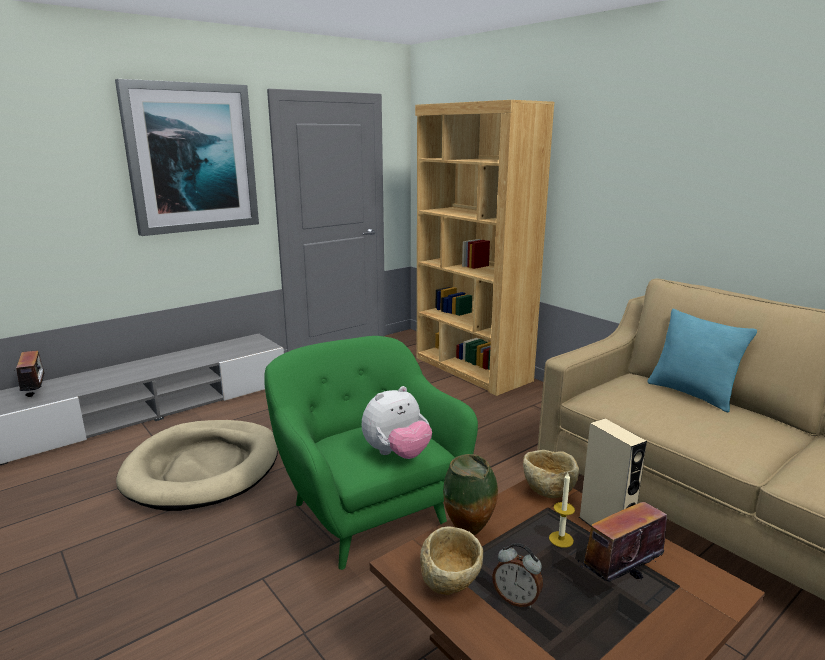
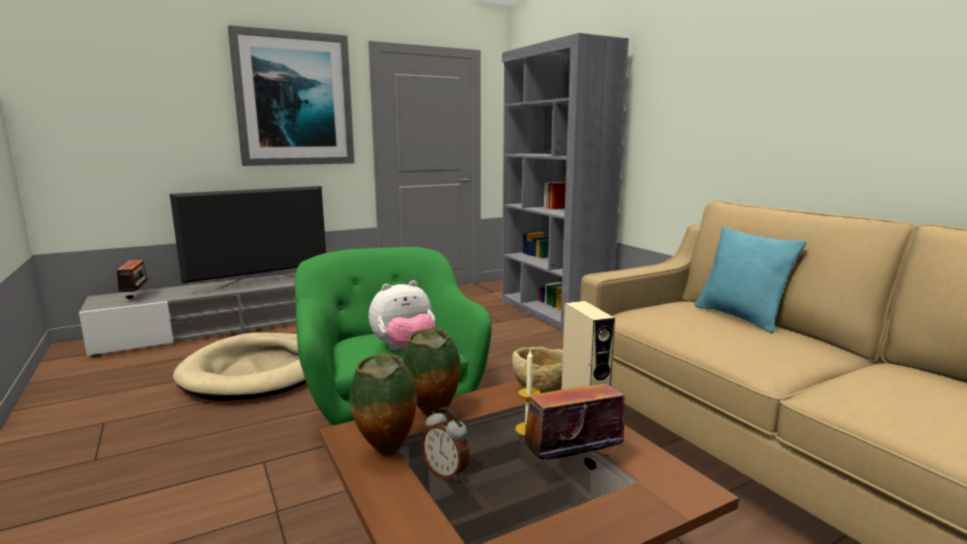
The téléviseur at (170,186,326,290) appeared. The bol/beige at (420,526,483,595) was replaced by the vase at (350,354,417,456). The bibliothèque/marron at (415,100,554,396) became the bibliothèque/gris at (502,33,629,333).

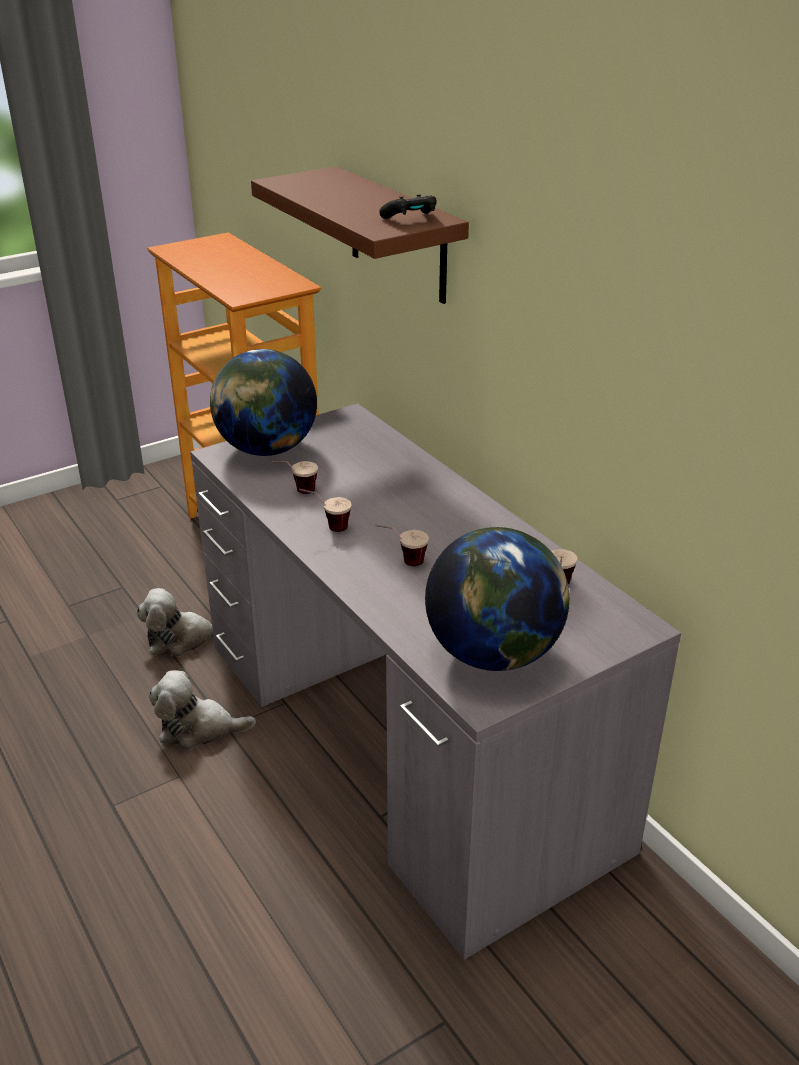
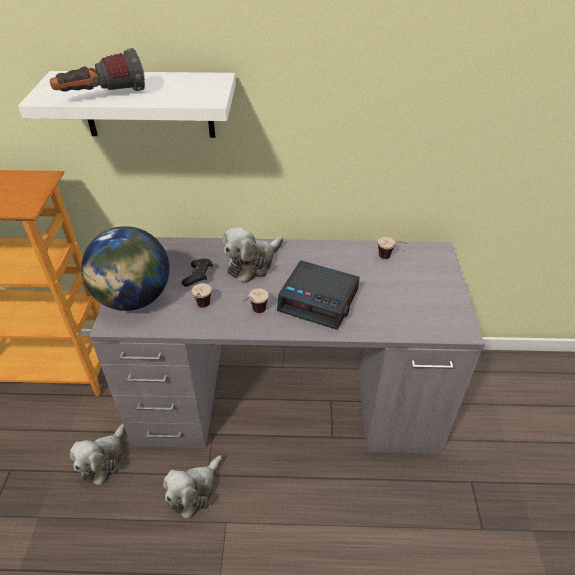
The étagère/marron at (251,166,469,304) became the étagère/blanc at (18,71,236,138). The lampe de poche at (50,48,145,92) appeared. The manette/noir moved from (379,194,437,219) to (182,259,213,287). The peluche at (223,227,283,283) appeared. The tasse at (375,525,429,566) was replaced by the réveil at (277,260,360,330). The globe at (425,527,569,671) disappeared.

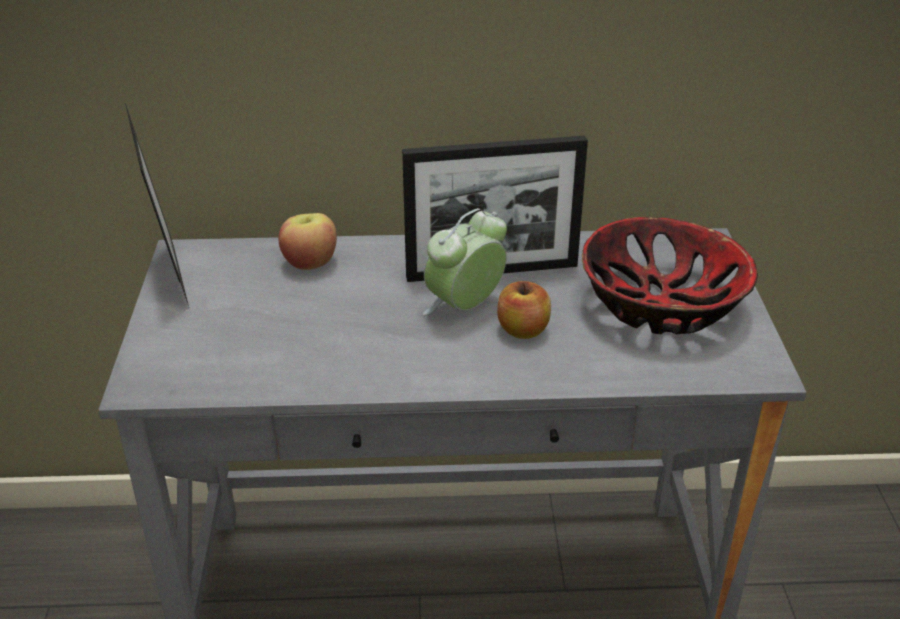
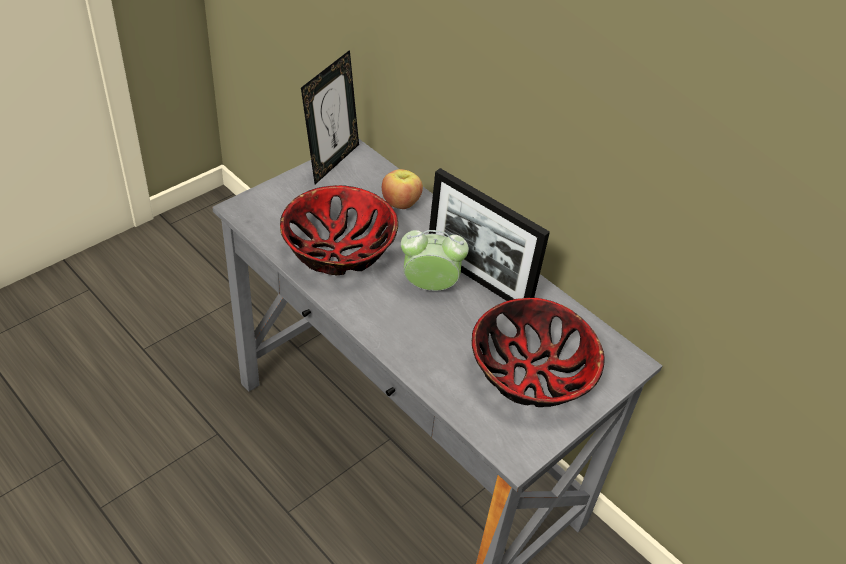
The bol at (280,185,398,275) appeared. The pomme at (497,281,551,339) disappeared.

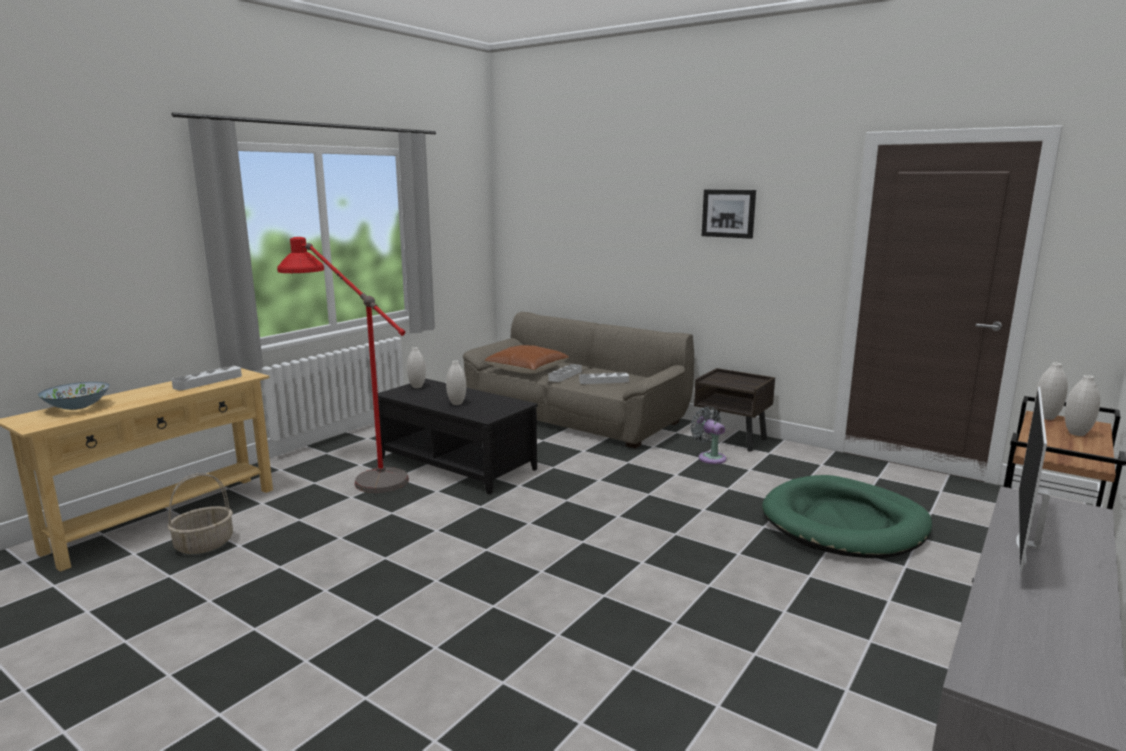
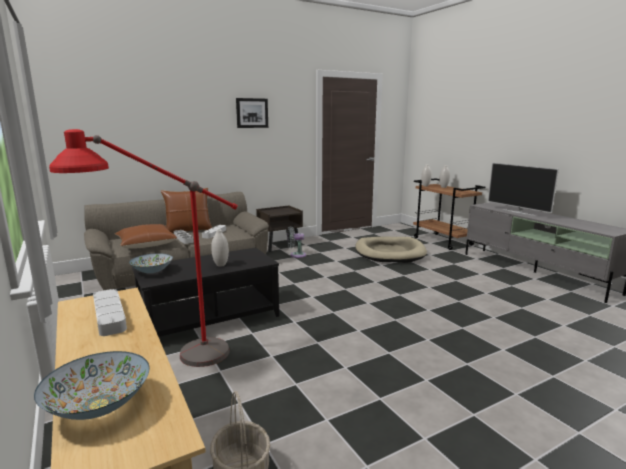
The vase/blanc at (407,347,426,388) was replaced by the bol at (129,253,173,274). The coussin/marron at (161,188,212,233) appeared. The panier pour chien/vert at (762,475,932,558) became the panier pour chien/beige at (355,237,427,263).

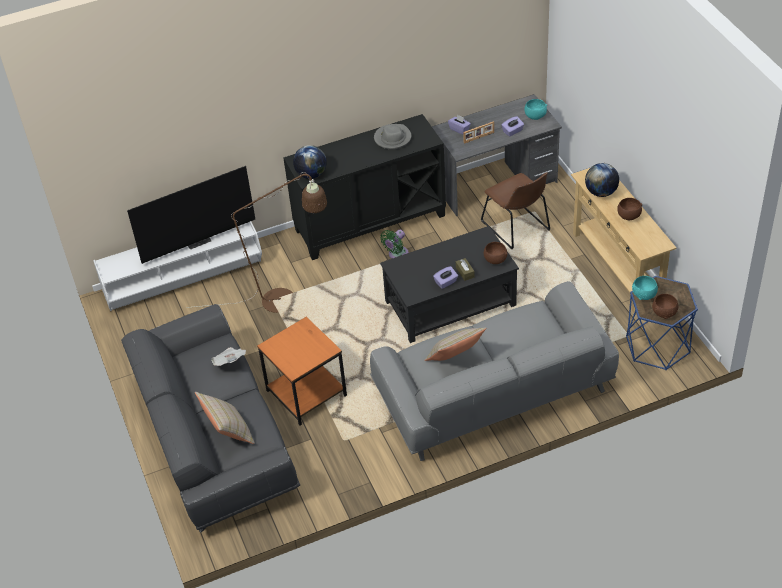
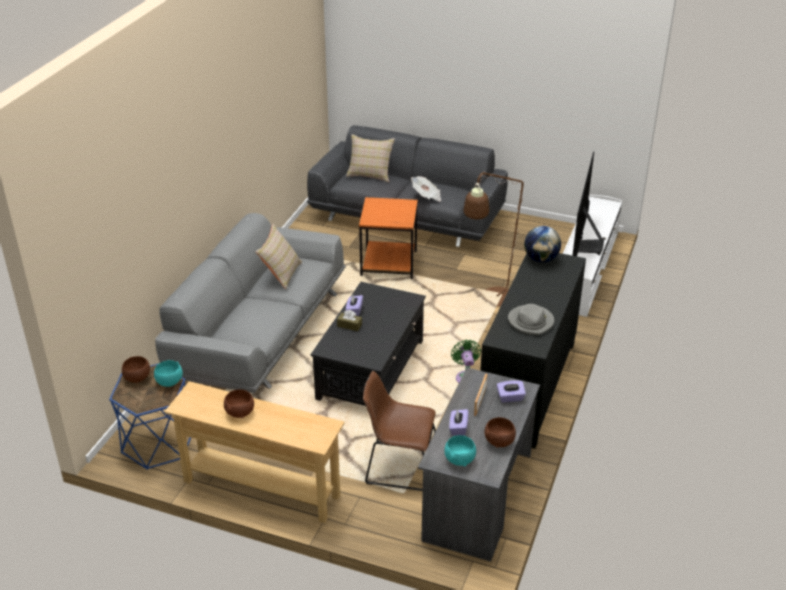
The bol/marron moved from (484,242,507,264) to (484,417,516,448). The globe at (585,163,619,197) disappeared.

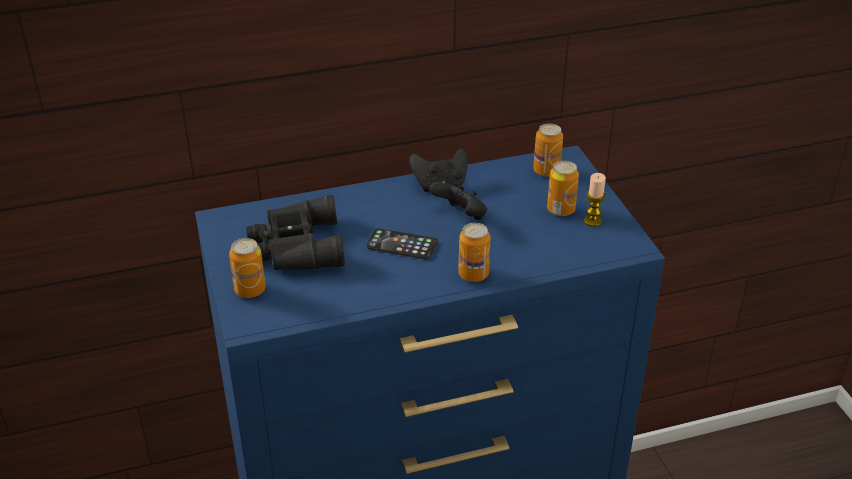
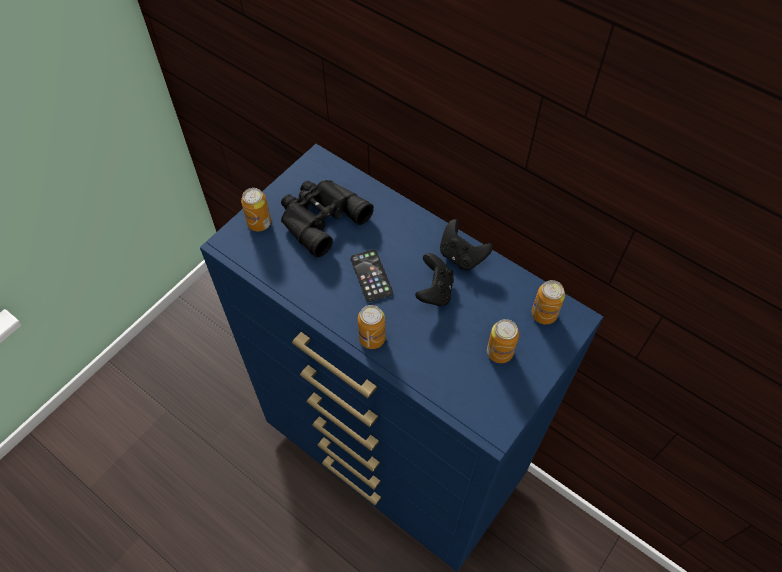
The bougie at (584,173,606,227) disappeared.

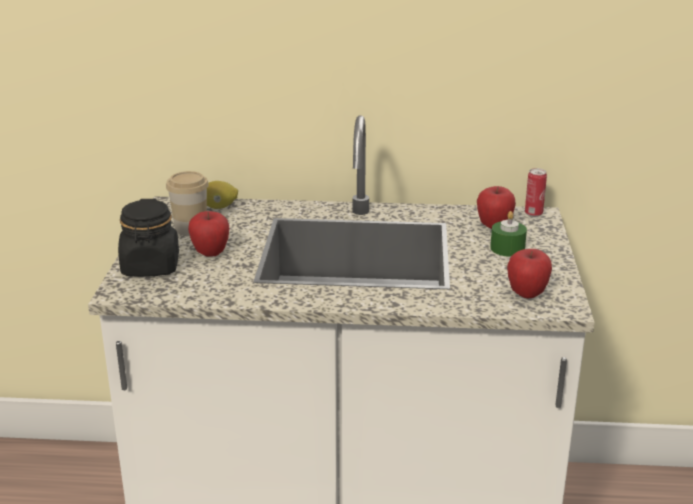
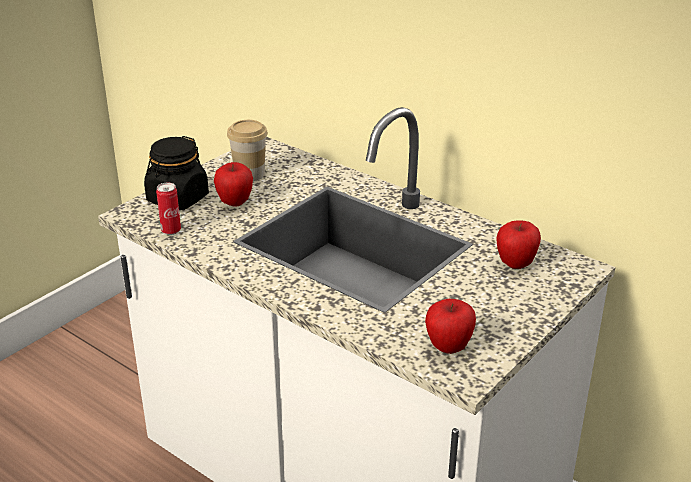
The boîte métallique moved from (525,168,547,217) to (156,183,181,235). The citron at (207,181,238,209) disappeared. The bougie/vert at (490,211,527,257) disappeared.

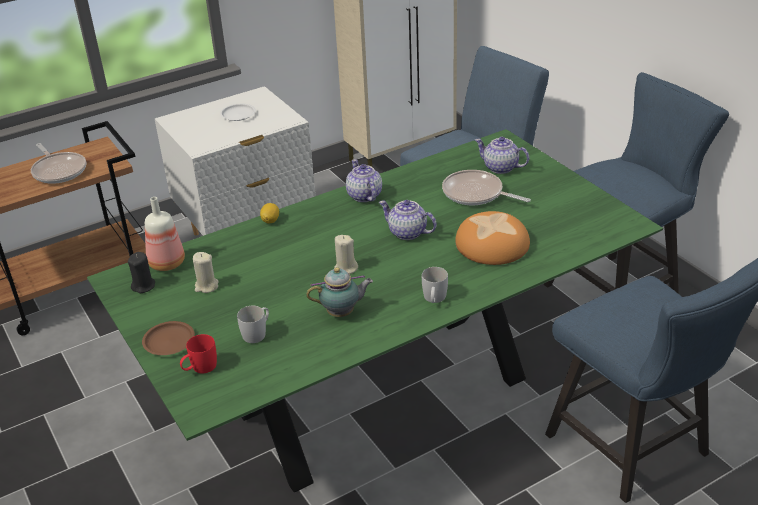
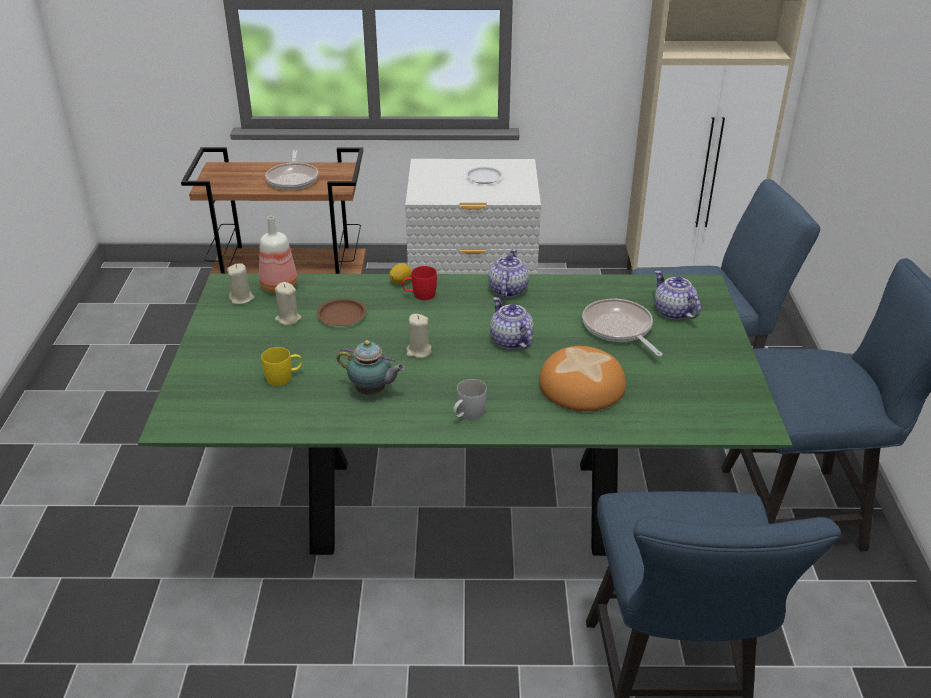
The bougie/noir at (128,252,155,293) became the bougie/beige at (227,263,254,304). The mug/blanc at (237,306,269,343) became the mug/jaune at (261,347,302,386). The assiette/marron moved from (142,321,195,355) to (317,299,366,326). The mug/rouge moved from (180,334,217,373) to (402,266,437,300).

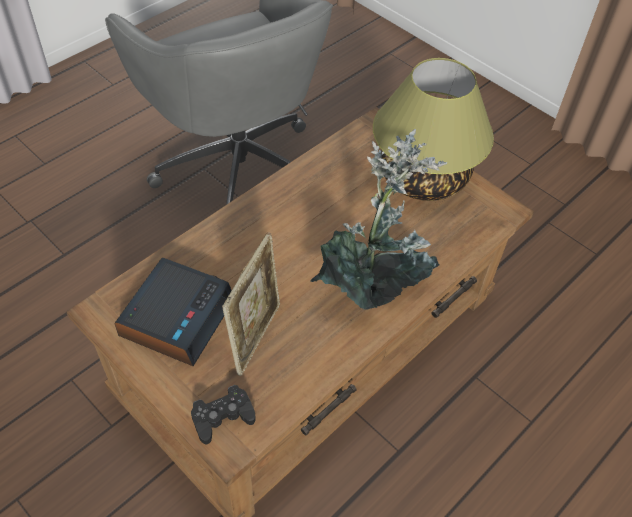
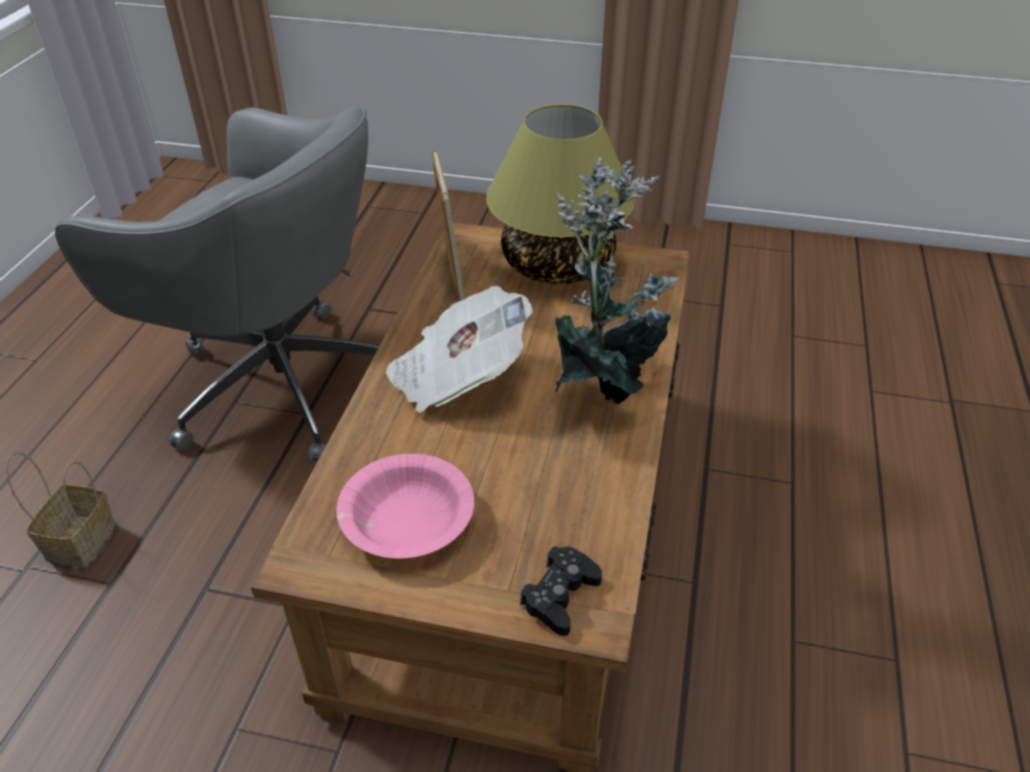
The panier at (6,452,116,568) appeared. The réveil at (114,258,232,366) was replaced by the bol/rose at (336,454,474,558). The journal at (386,286,533,413) appeared. The cadre photo moved from (222,232,280,376) to (432,150,465,301).

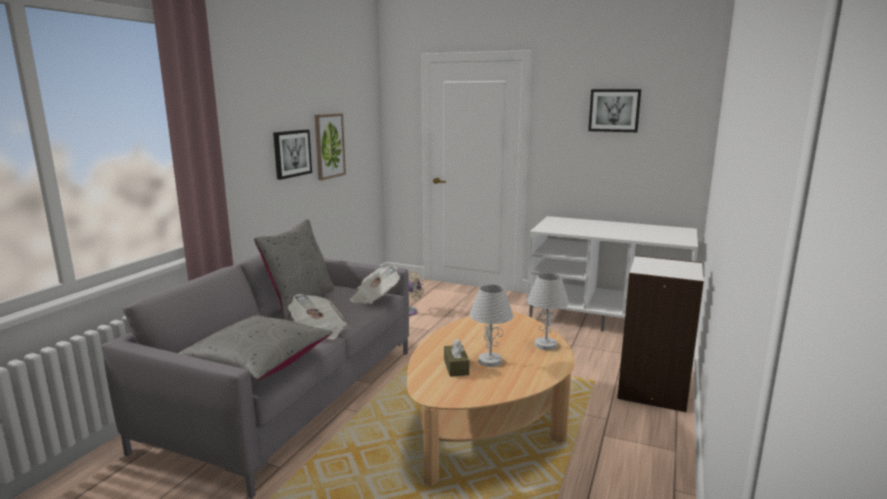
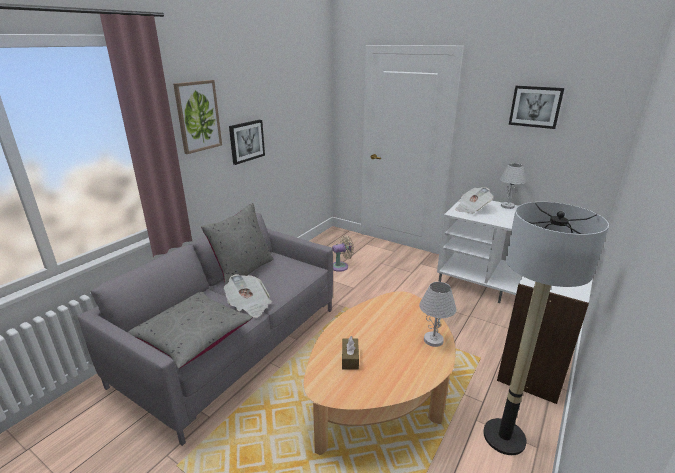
The tableau moved from (315,113,346,180) to (173,80,222,154). The journal moved from (350,266,400,304) to (455,187,493,214). The lampadaire at (483,202,609,455) appeared. The lampe de table/blanc moved from (469,285,514,367) to (500,163,526,209).

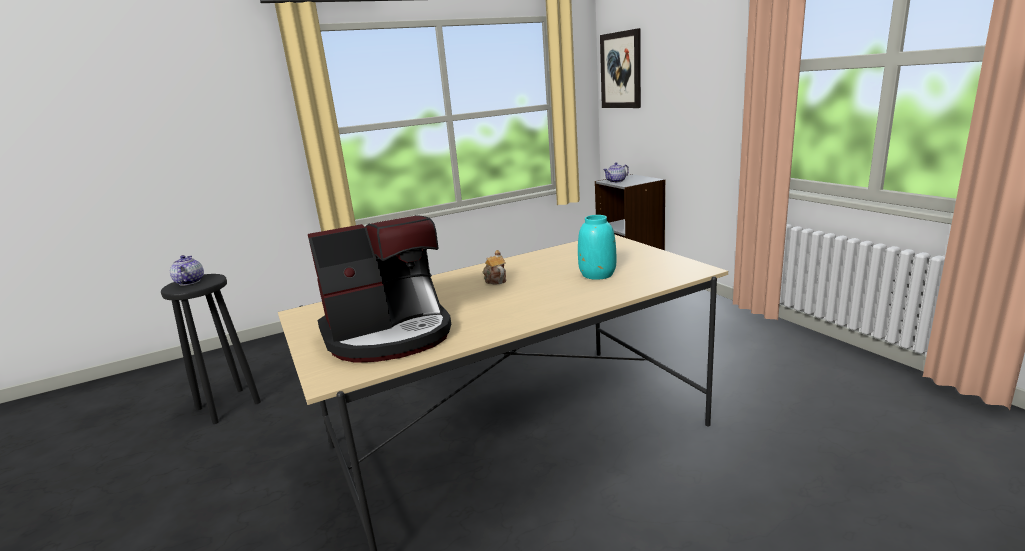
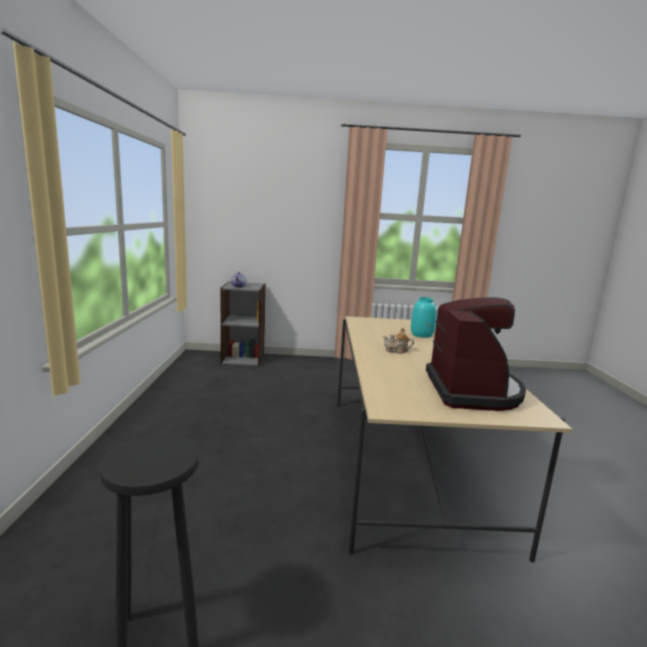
The théière at (170,255,204,286) disappeared. The tableau at (600,28,641,108) disappeared.

